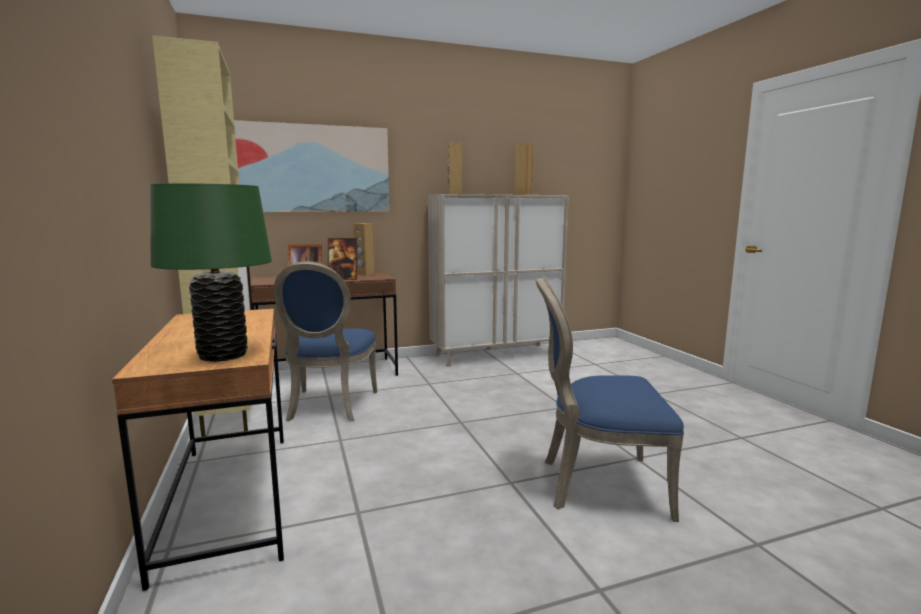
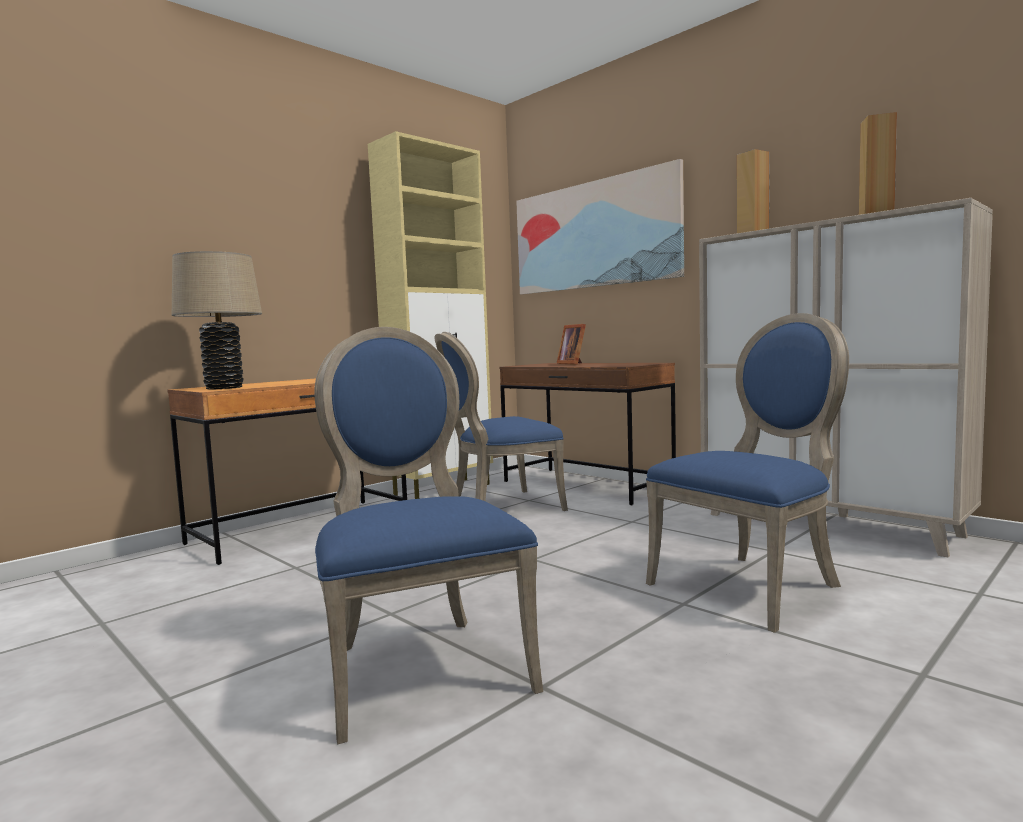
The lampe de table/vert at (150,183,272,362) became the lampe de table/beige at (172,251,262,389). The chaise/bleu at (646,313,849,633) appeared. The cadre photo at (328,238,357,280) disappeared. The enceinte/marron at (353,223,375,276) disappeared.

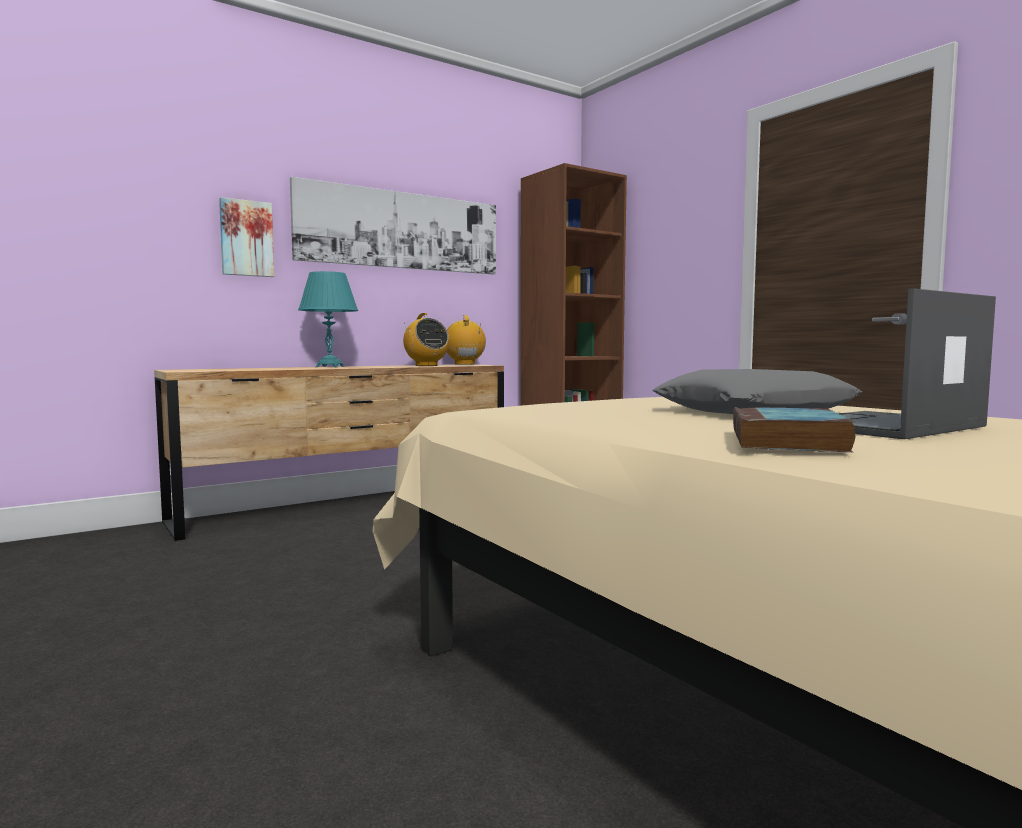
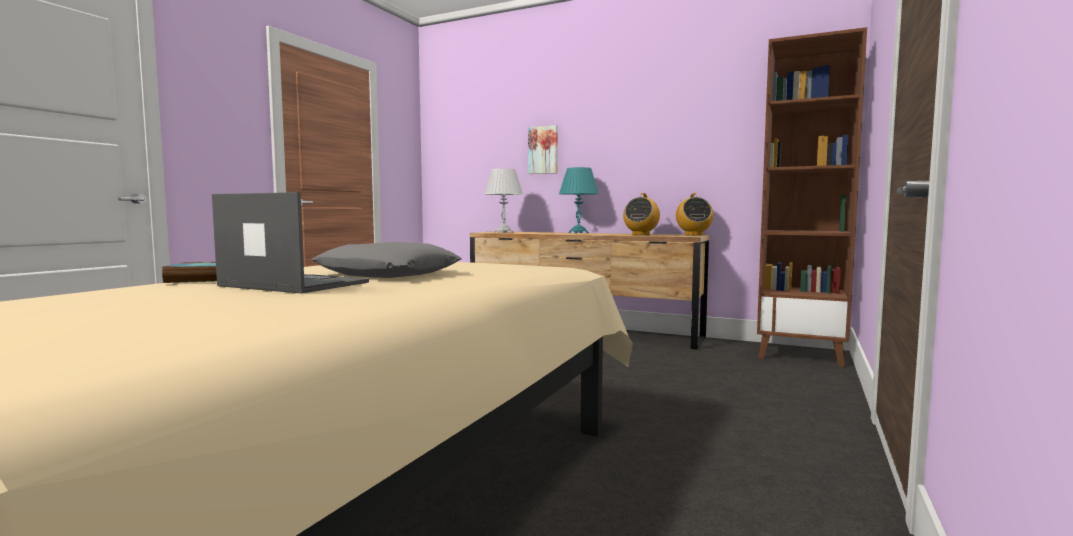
The lampe de table/blanc at (484,168,524,233) appeared. The radio at (447,315,486,365) turned 135 degrees clockwise. The tableau at (290,177,496,275) disappeared.

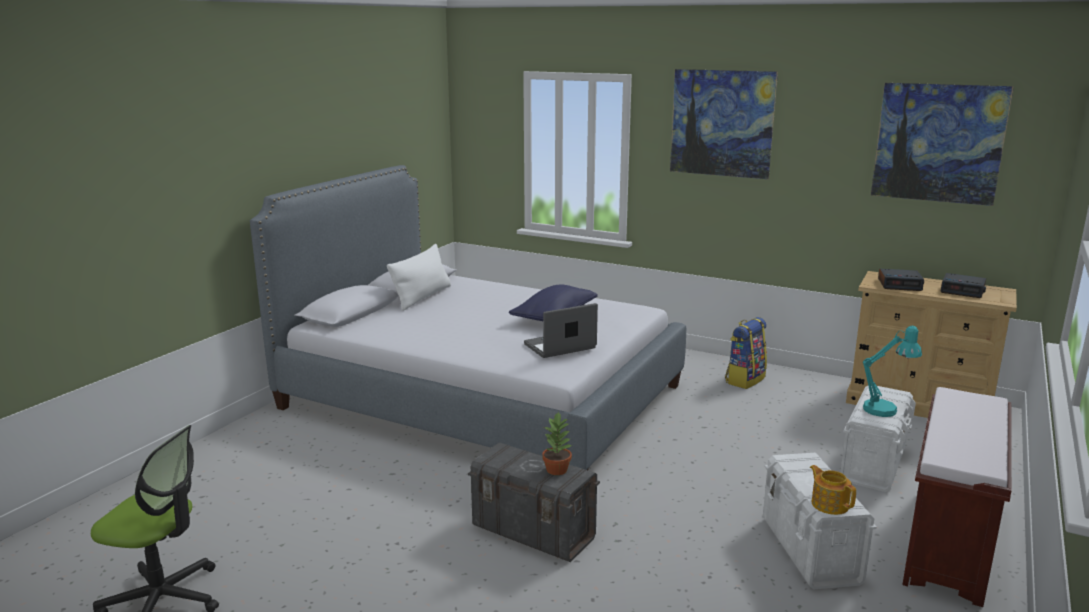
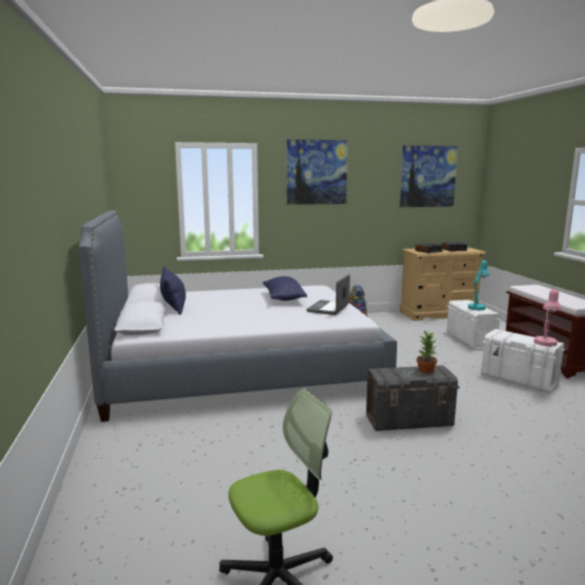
The coussin/blanc at (387,244,451,311) became the coussin/bleu at (160,266,186,315). The théière at (810,465,856,515) was replaced by the lampe de table/rose at (534,289,562,346).

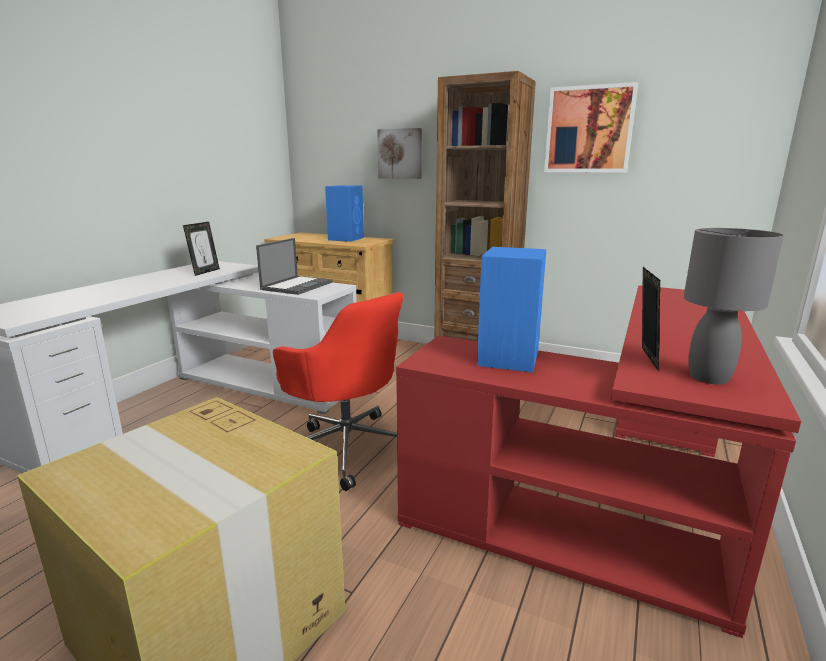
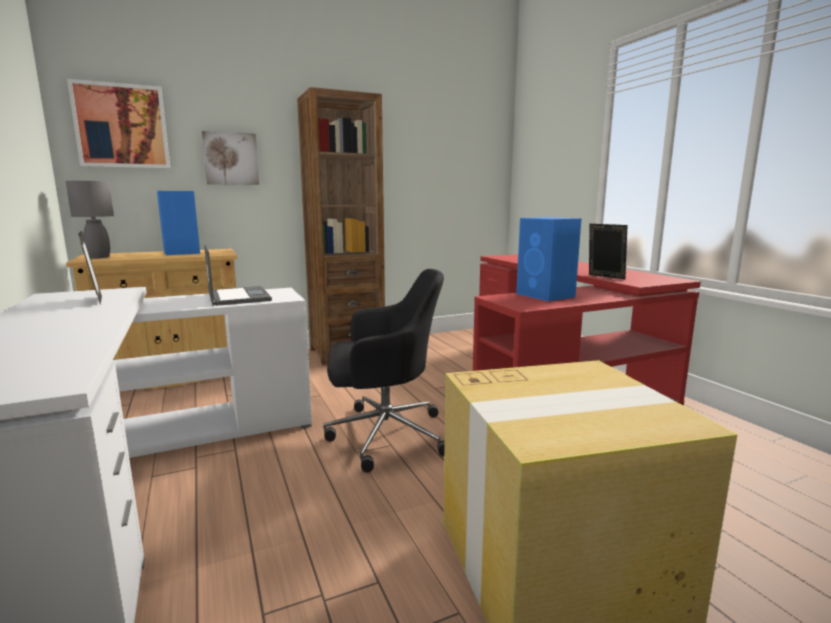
The lampe de table/gris moved from (684,228,784,384) to (65,181,114,259). The tableau moved from (544,82,638,173) to (67,79,170,169). The chaise de bureau/rouge at (273,292,404,491) became the chaise de bureau/noir at (323,269,445,472).

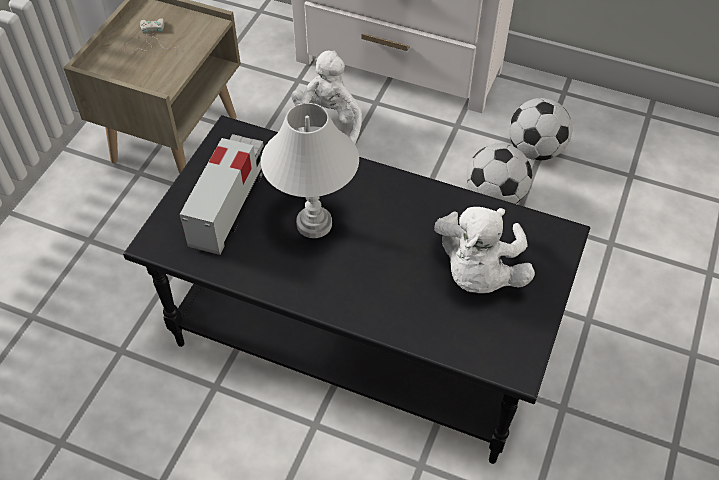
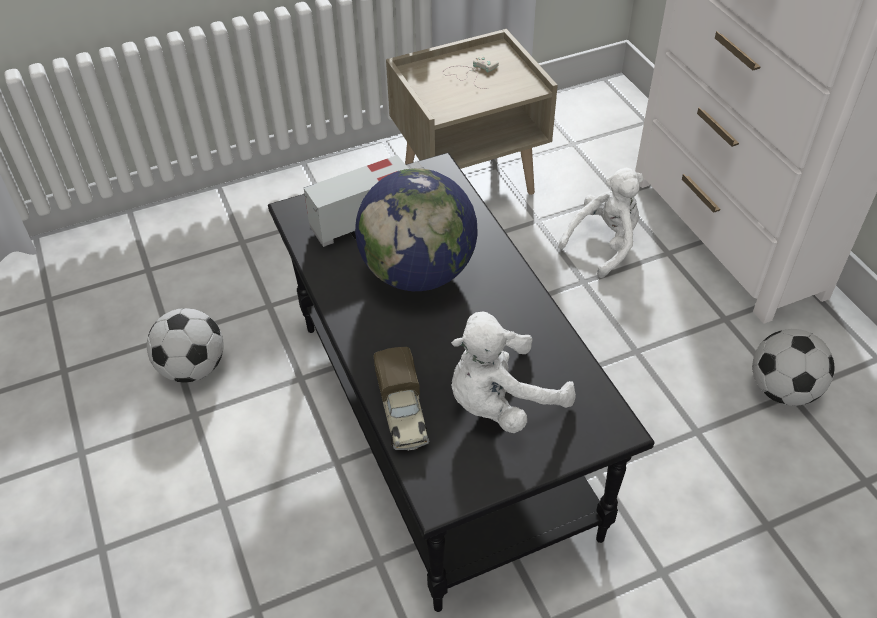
The ballon de foot moved from (467,144,532,204) to (147,308,224,383). The lampe de table/blanc at (261,103,359,238) was replaced by the globe at (355,168,478,291). The camion jouet at (373,347,429,451) appeared.

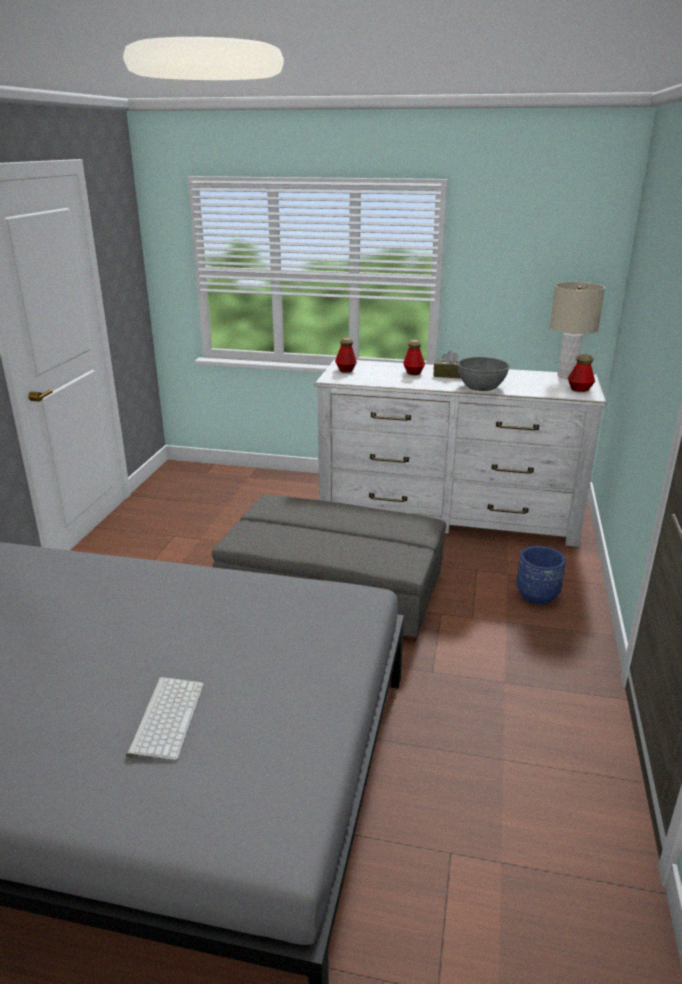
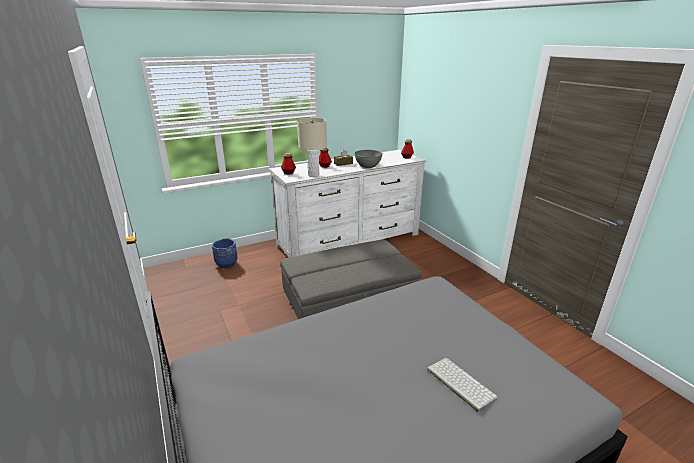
The cache-pot/bleu moved from (516,546,566,605) to (212,239,237,268). The lampe de table/beige moved from (550,282,605,379) to (297,118,327,177).

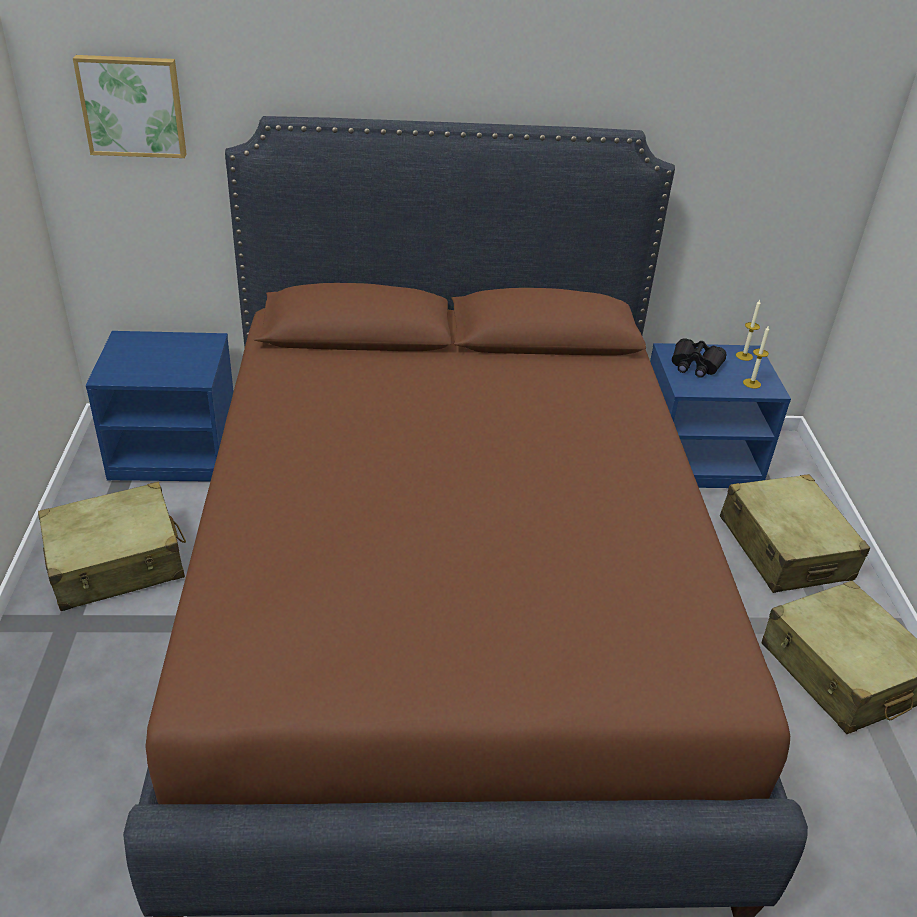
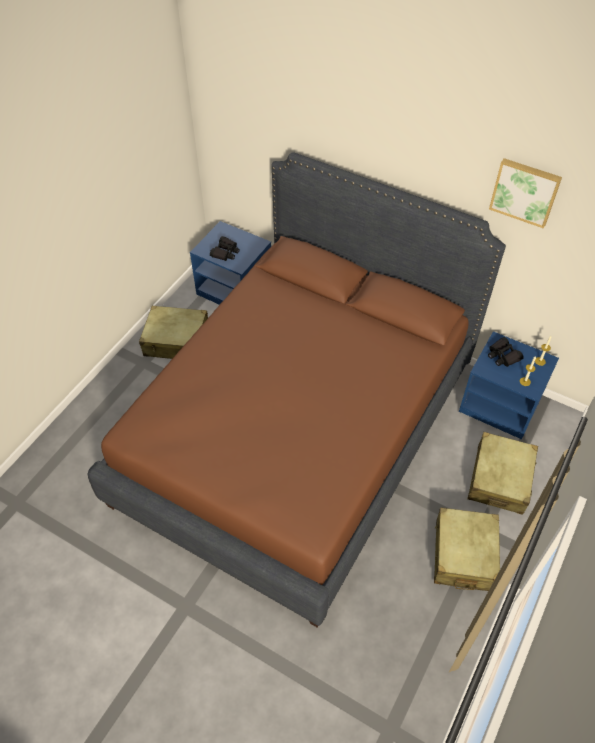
The jumelles/noir at (210,236,240,261) appeared. The tableau moved from (73,55,186,158) to (489,158,562,228).

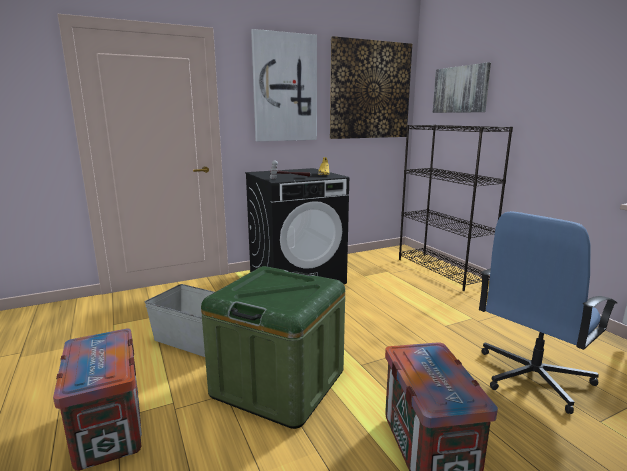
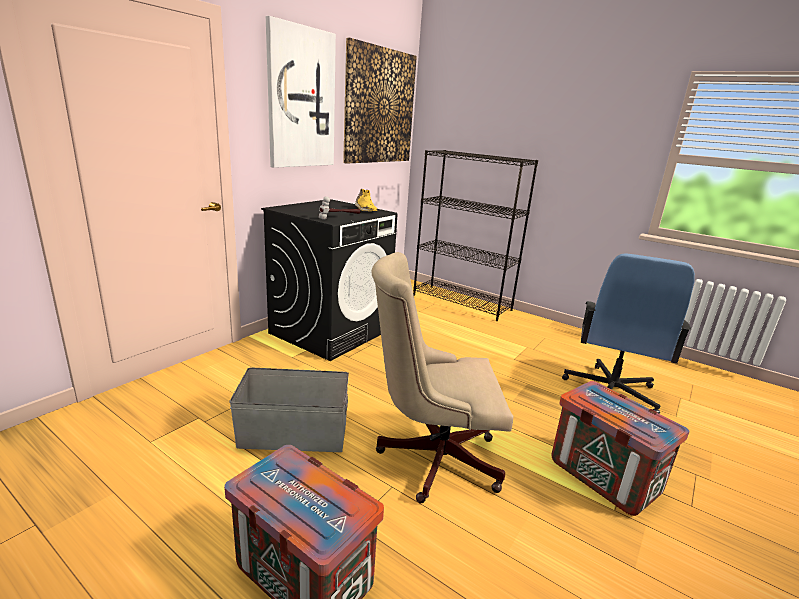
The boîte de rangement/vert at (201,266,345,429) was replaced by the chaise de bureau/beige at (372,252,513,503). The tableau at (433,62,491,113) disappeared.

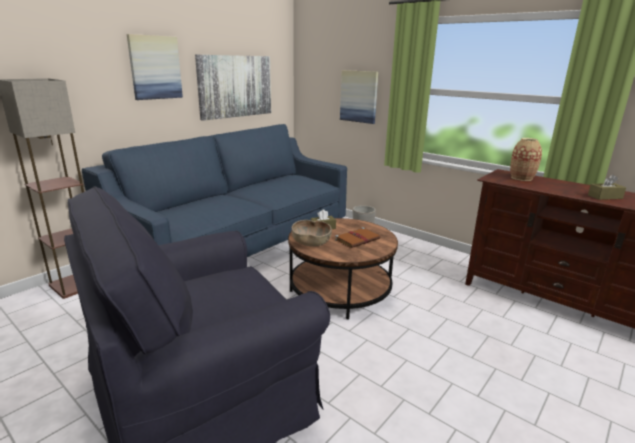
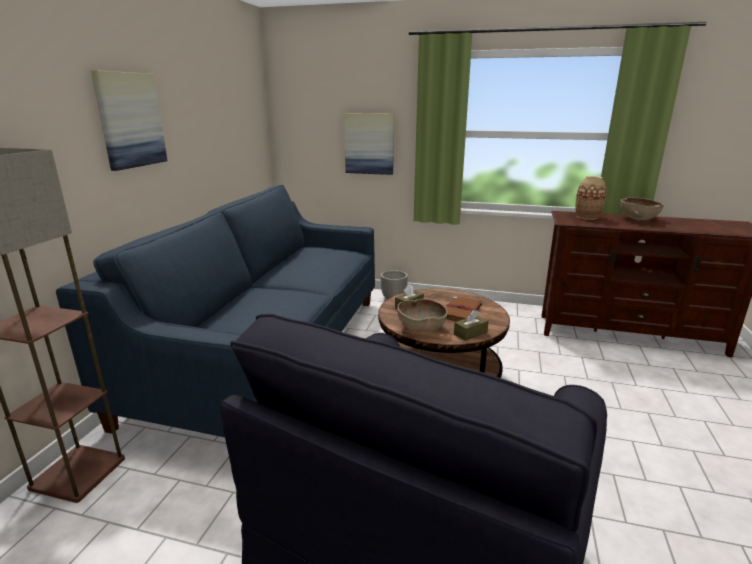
The boîte à mouchoirs/marron moved from (588,174,626,200) to (454,310,489,341). The bol/marron at (620,198,664,220) appeared. The tableau at (195,55,271,121) disappeared.

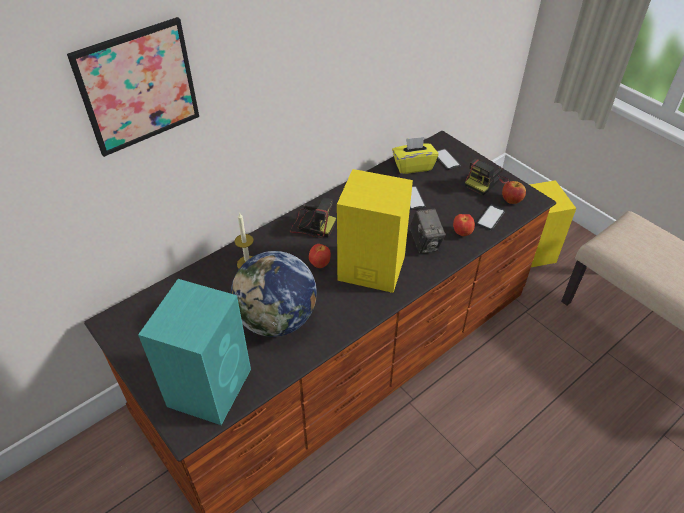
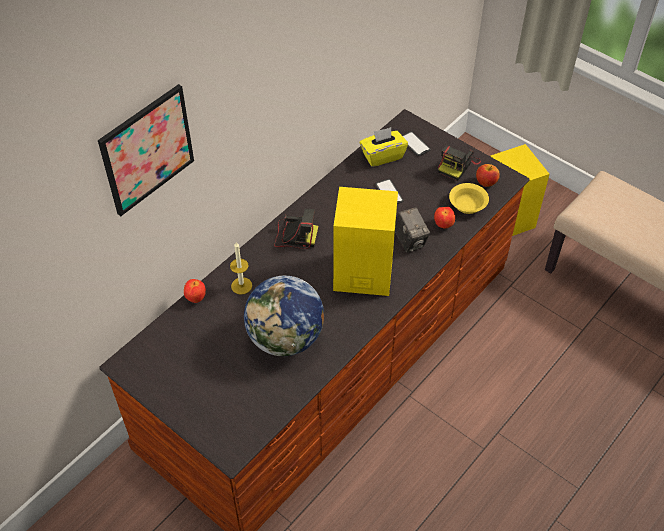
The pomme moved from (309,244,331,268) to (184,279,206,303). The téléphone at (476,205,505,230) was replaced by the bol/jaune at (449,183,489,214). The enceinte/turquoise at (138,279,251,425) disappeared.

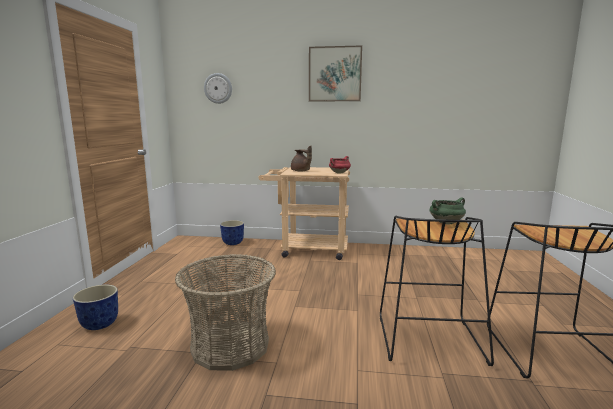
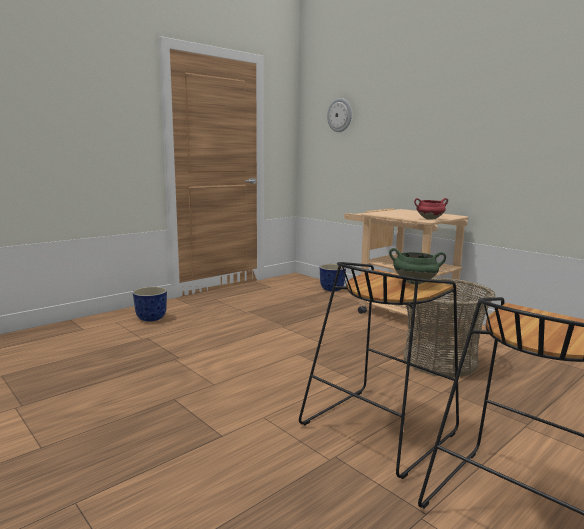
The panier moved from (175,254,276,371) to (404,277,495,377). The théière/marron at (291,146,312,172) disappeared. The tableau at (309,45,362,102) disappeared.

